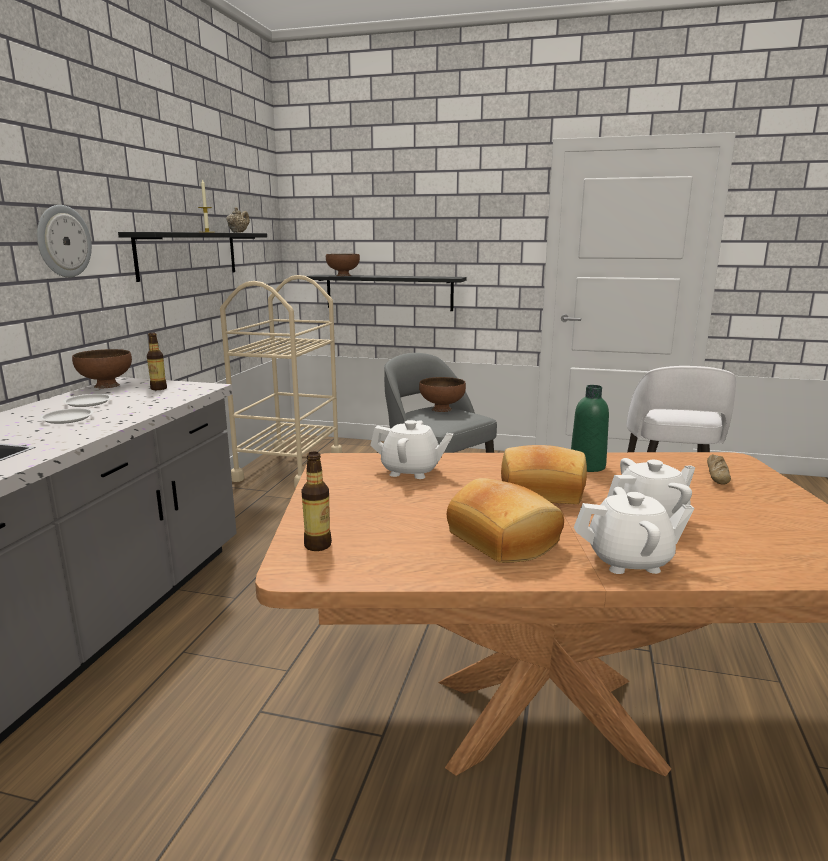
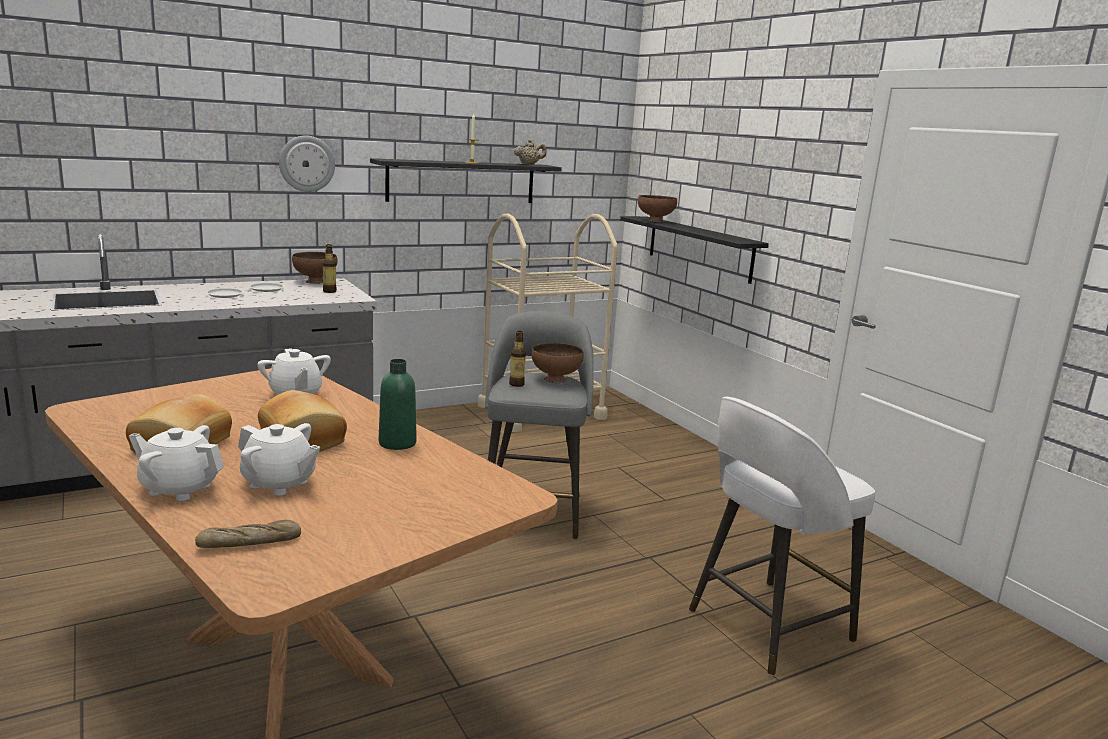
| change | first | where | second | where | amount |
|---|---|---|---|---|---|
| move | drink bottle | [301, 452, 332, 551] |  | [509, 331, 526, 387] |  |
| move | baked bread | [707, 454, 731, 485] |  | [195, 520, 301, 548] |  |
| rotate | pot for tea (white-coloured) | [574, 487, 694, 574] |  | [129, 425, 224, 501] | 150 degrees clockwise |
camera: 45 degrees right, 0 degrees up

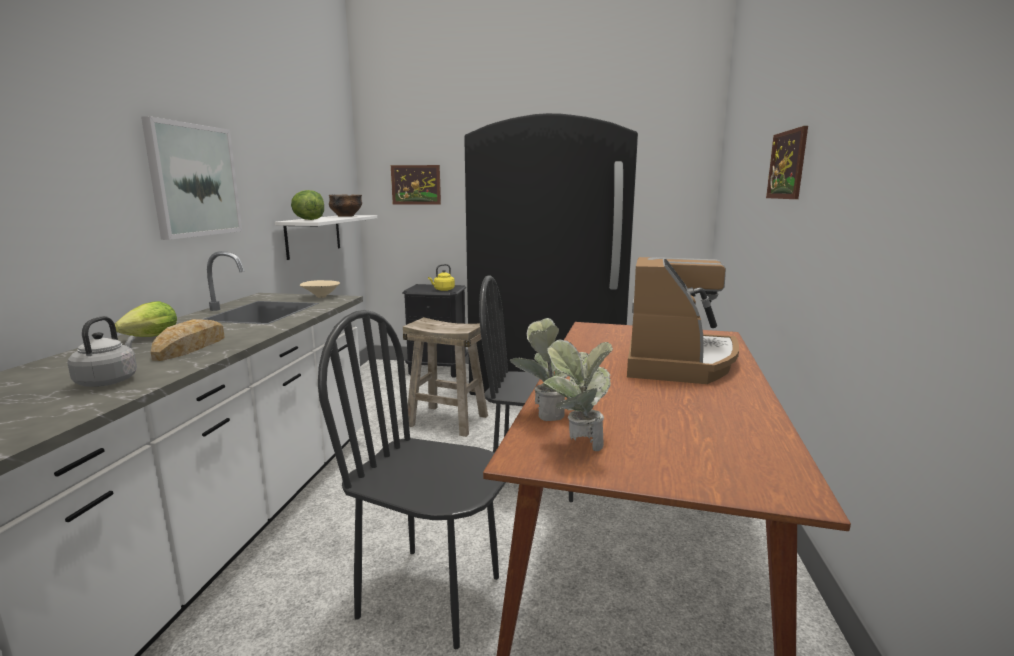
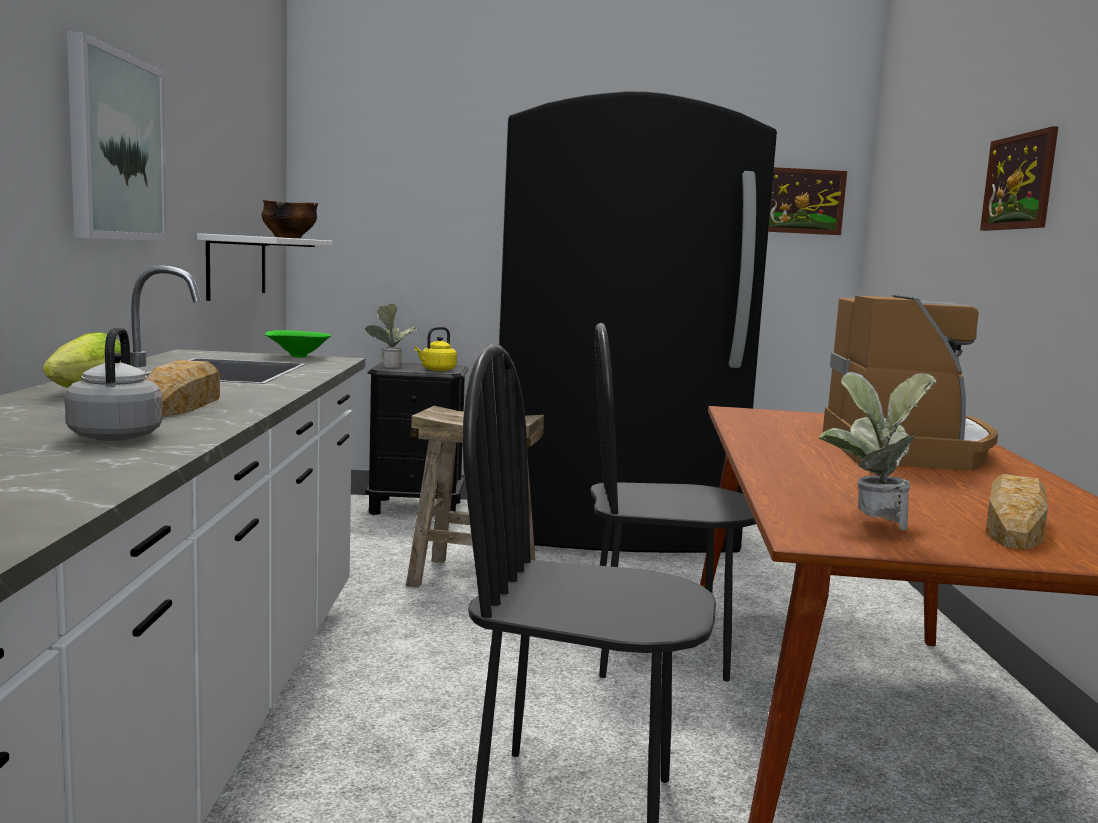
| change | first | where | second | where | amount |
|---|---|---|---|---|---|
| move | wall art | [391, 165, 441, 205] |  | [768, 167, 847, 235] |  |
| delete | lettuce head | [291, 190, 324, 220] |  |  |  |
| recolor | deep dish (beige) | [299, 280, 340, 298] | deep dish (greenish) | [265, 330, 331, 358] |  |
| move | houseplant | [509, 318, 589, 421] |  | [365, 304, 419, 368] |  |
| insert |  |  | baked bread | [985, 474, 1048, 550] |  |
camera: 10 degrees left, 5 degrees down

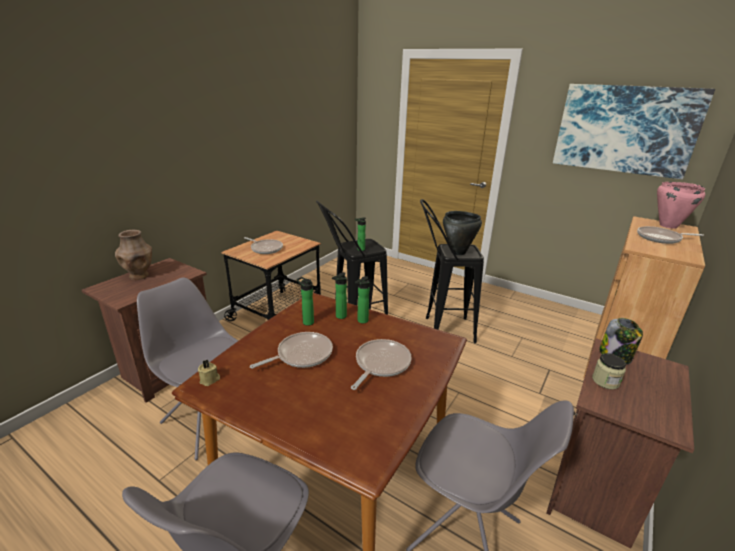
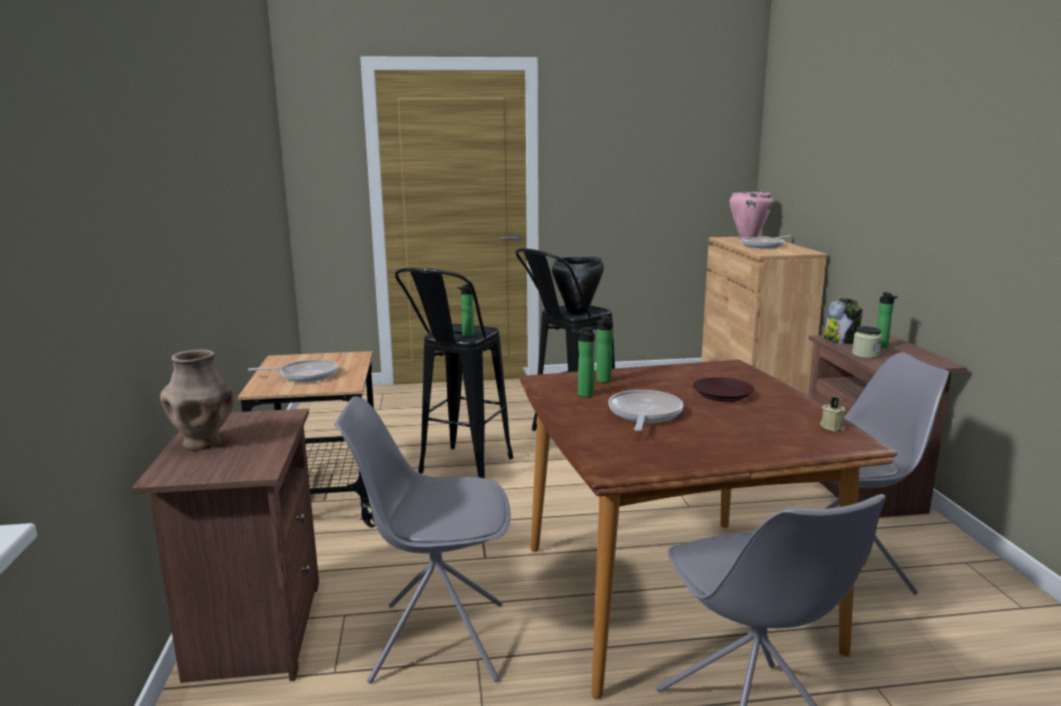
| change | first | where | second | where | amount |
|---|---|---|---|---|---|
| delete | wall art | [553, 84, 715, 179] |  |  |  |
| move | drink bottle | [355, 276, 370, 323] |  | [876, 292, 898, 348] |  |
| replace | frying pan | [351, 339, 412, 390] | dinner plate (brownish) | [693, 377, 755, 402] |  |
| move | wax light (beige) | [198, 360, 220, 386] |  | [820, 397, 845, 431] |  |
camera: 40 degrees left, 10 degrees down

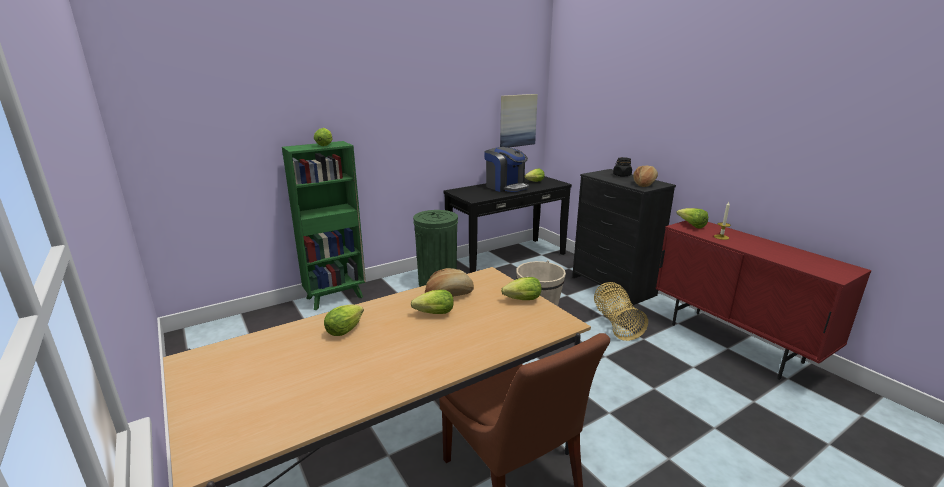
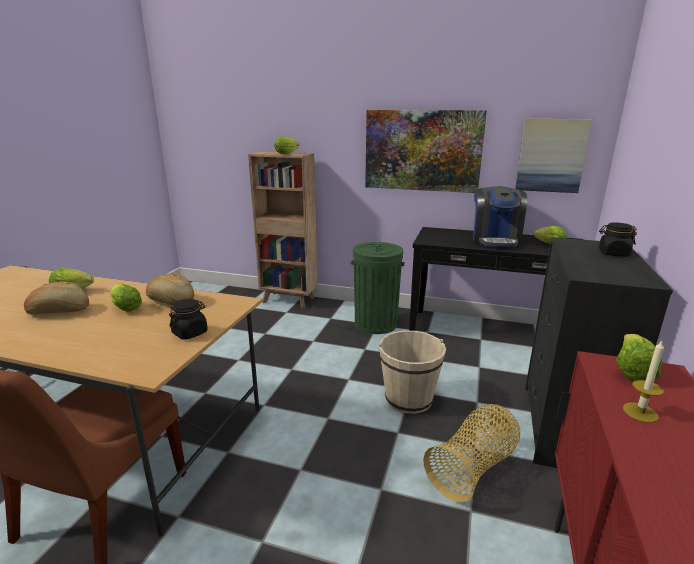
| change | first | where | second | where | amount |
|---|---|---|---|---|---|
| recolor | bookshelf (greenish) | [282, 141, 366, 310] | bookshelf (brownish) | [248, 152, 318, 309] |  |
| move | baked bread | [633, 165, 658, 187] |  | [24, 281, 89, 315] |  |
| replace | lettuce head | [501, 277, 541, 300] | preserve jar (blackish) | [169, 299, 208, 340] |  |
| insert |  |  | wall art | [365, 110, 487, 193] |  |
camera: 50 degrees right, 0 degrees up

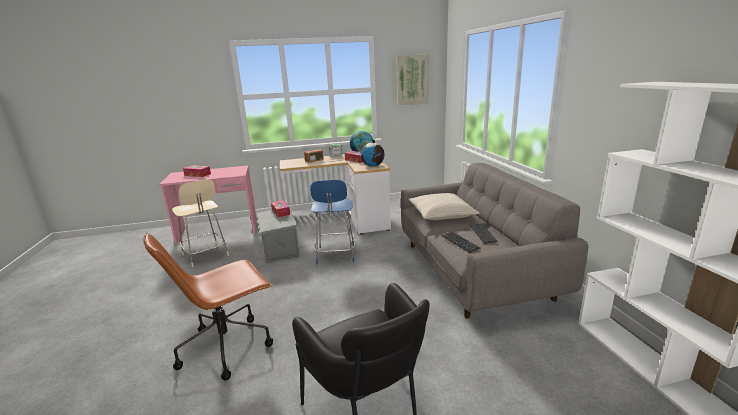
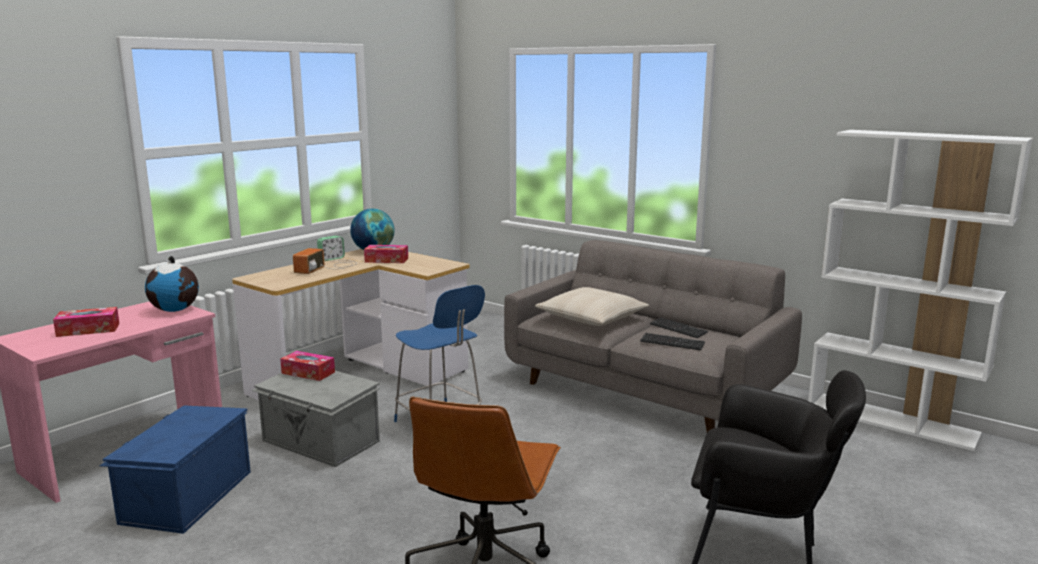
| change | first | where | second | where | amount |
|---|---|---|---|---|---|
| delete | wall art | [397, 54, 429, 106] |  |  |  |
| move | desk globe | [361, 139, 385, 167] |  | [145, 256, 199, 312] |  |
| replace | upright chair (beige) | [172, 179, 229, 267] | storage container (blue) | [100, 405, 251, 534] |  |
camera: 40 degrees left, 5 degrees down

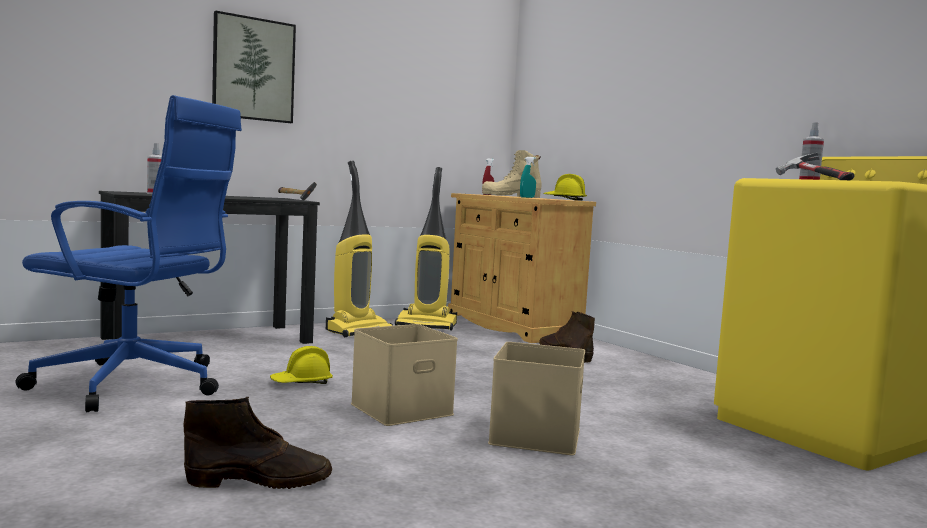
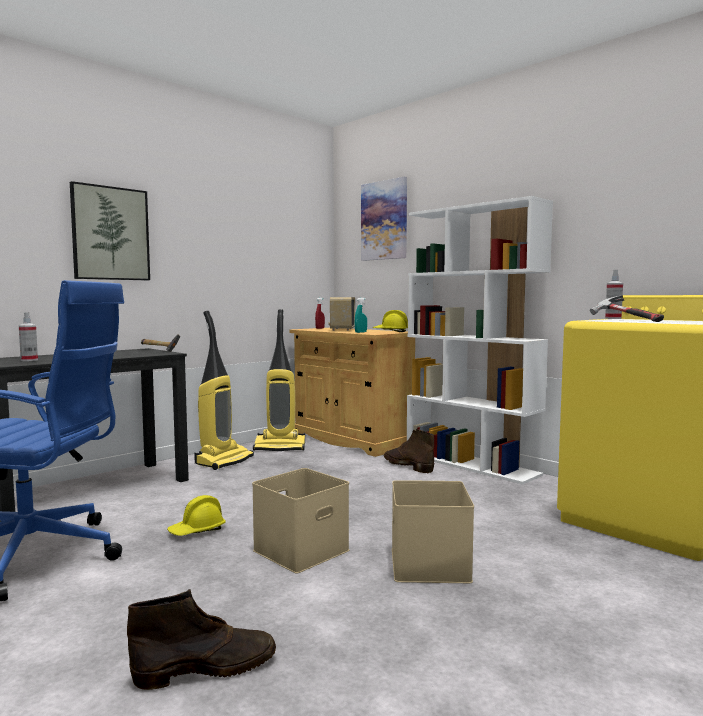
| change | first | where | second | where | amount |
|---|---|---|---|---|---|
| replace | high-top boot (beige) | [482, 150, 541, 198] | radio | [328, 297, 355, 331] |  |
| insert |  |  | wall art | [361, 177, 407, 261] |  |
| insert |  |  | bookshelf (white-coloured) | [407, 196, 553, 485] |  |
camera: 10 degrees left, 0 degrees up

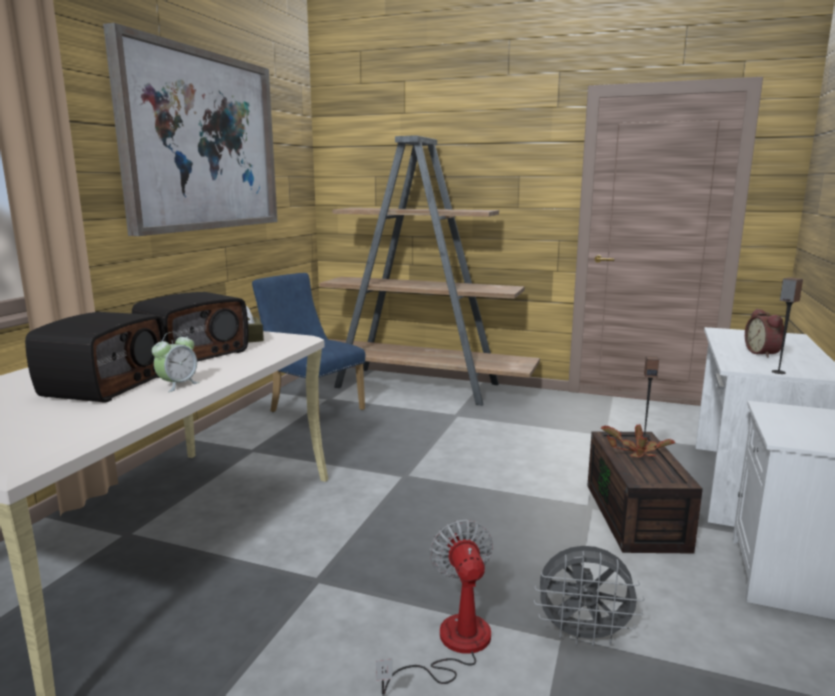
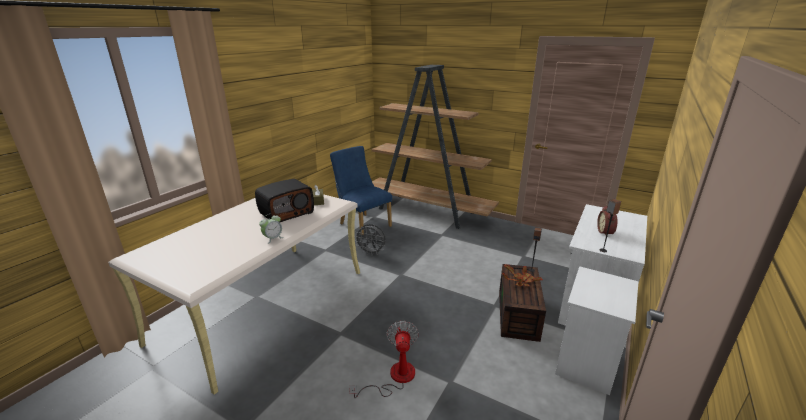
| change | first | where | second | where | amount |
|---|---|---|---|---|---|
| delete | wall art | [103, 23, 277, 236] |  |  |  |
| delete | radio | [25, 312, 166, 403] |  |  |  |
| move | fan (gray) | [534, 546, 644, 647] |  | [355, 224, 386, 255] |  |
camera: 10 degrees right, 10 degrees up

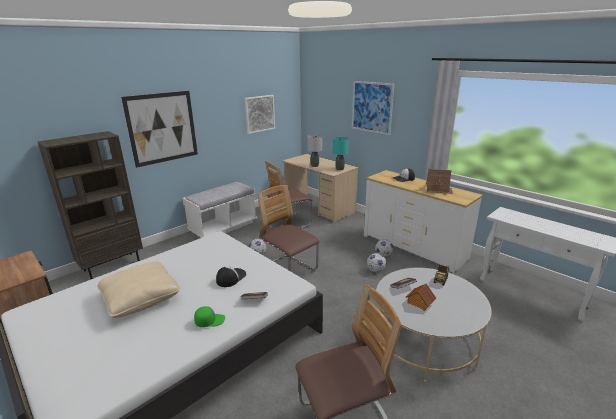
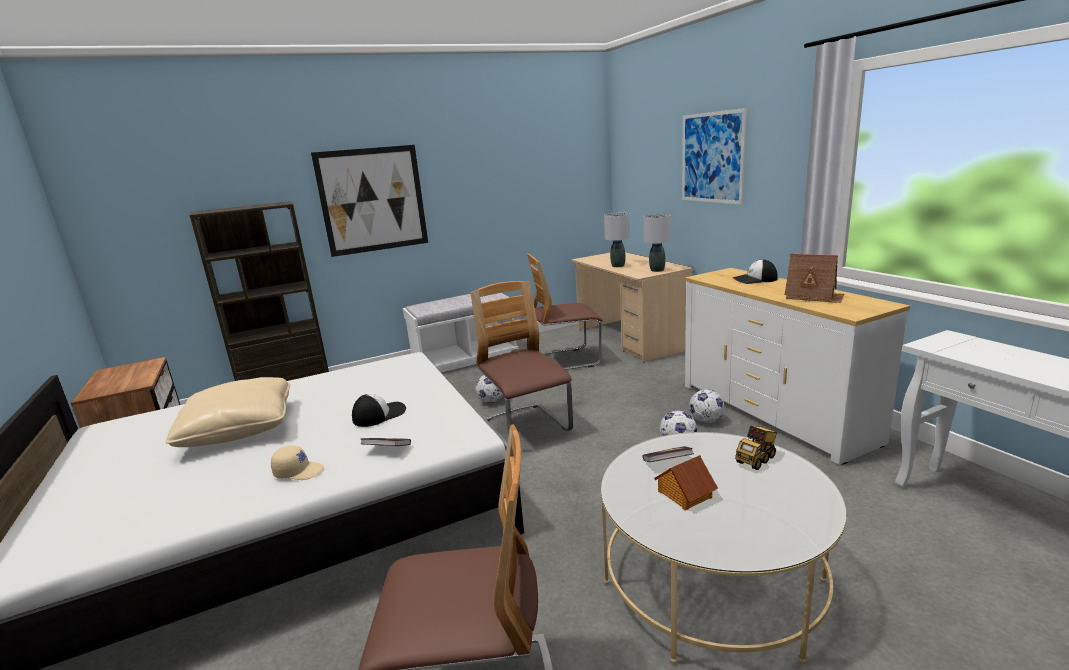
| change | first | where | second | where | amount |
|---|---|---|---|---|---|
| delete | wall art | [245, 95, 275, 134] |  |  |  |
| recolor | tabletop lamp (blue-green) | [333, 137, 348, 170] | tabletop lamp (gray) | [643, 214, 671, 272] |  |
| recolor | cap (greenish) | [194, 306, 225, 327] | cap (beige) | [271, 446, 324, 480] |  |
camera: 20 degrees right, 5 degrees down

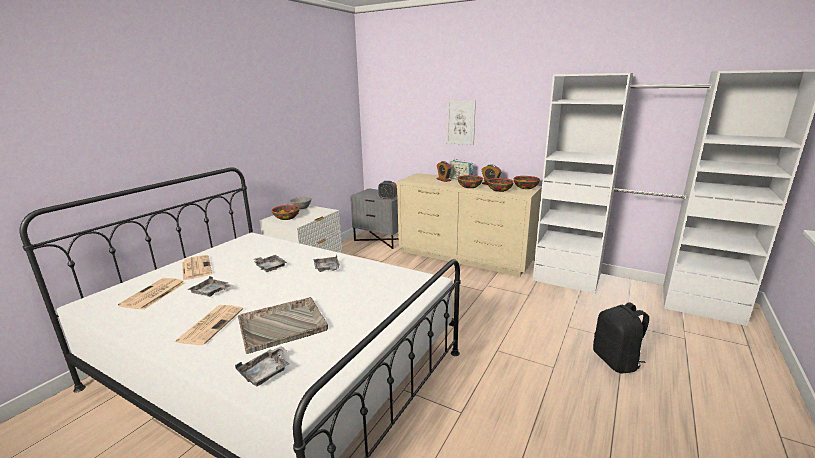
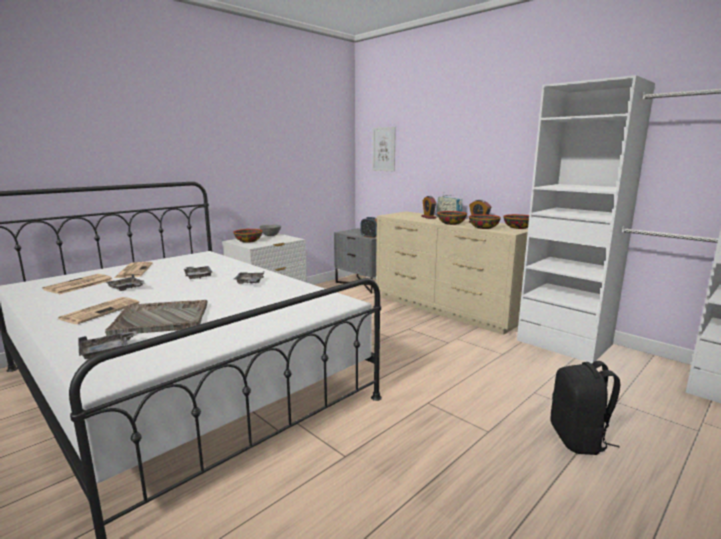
| change | first | where | second | where | amount |
|---|---|---|---|---|---|
| move | wall art | [447, 100, 476, 145] |  | [372, 127, 396, 171] |  |
camera: 15 degrees right, 5 degrees down

